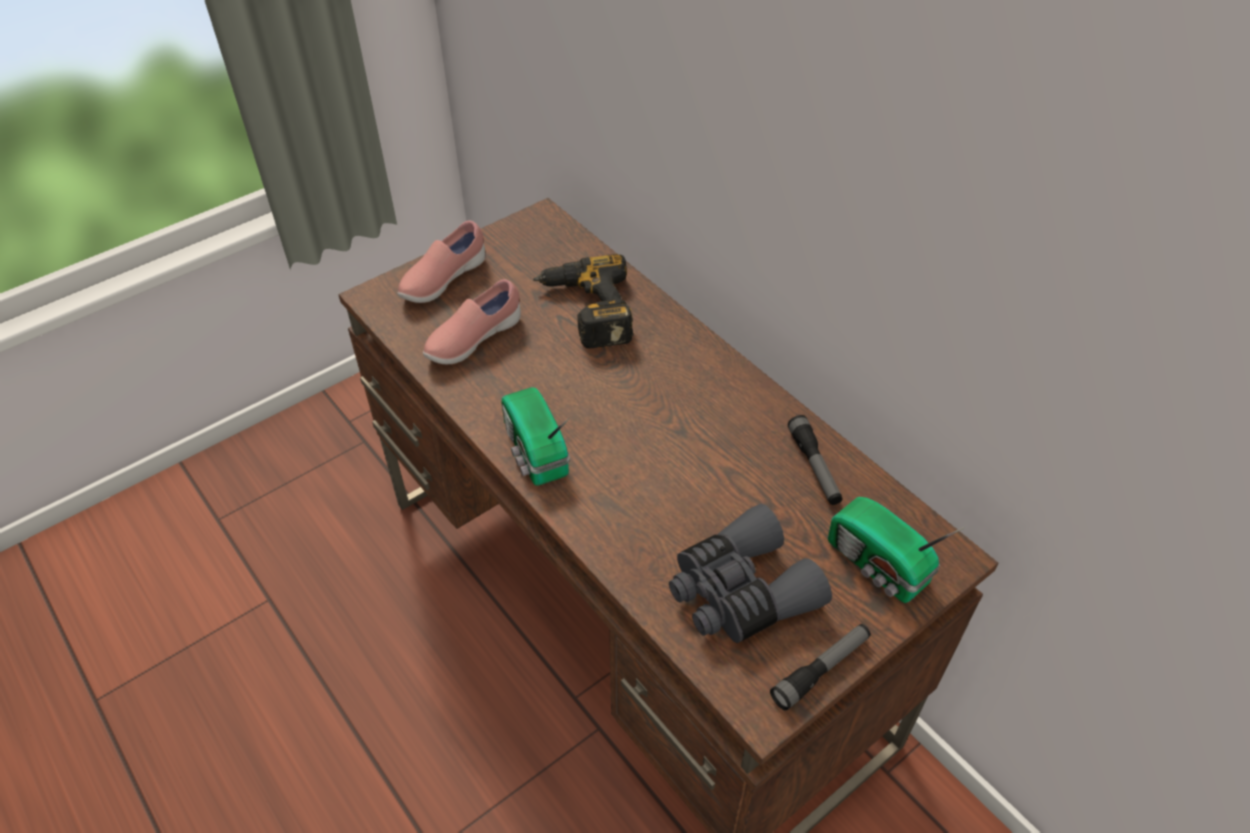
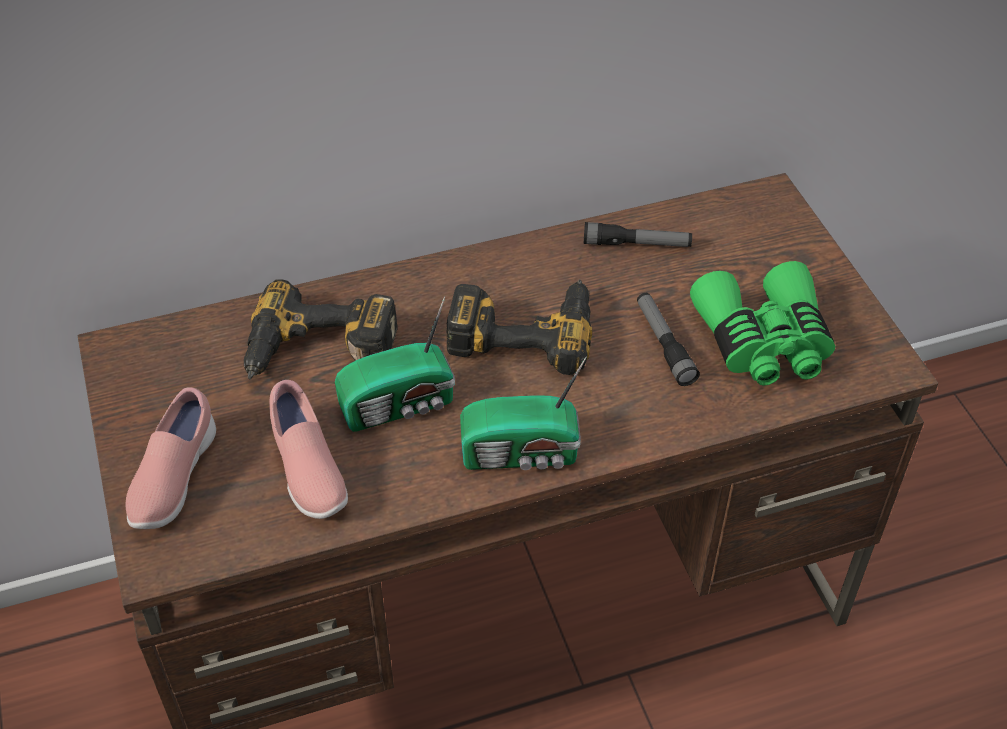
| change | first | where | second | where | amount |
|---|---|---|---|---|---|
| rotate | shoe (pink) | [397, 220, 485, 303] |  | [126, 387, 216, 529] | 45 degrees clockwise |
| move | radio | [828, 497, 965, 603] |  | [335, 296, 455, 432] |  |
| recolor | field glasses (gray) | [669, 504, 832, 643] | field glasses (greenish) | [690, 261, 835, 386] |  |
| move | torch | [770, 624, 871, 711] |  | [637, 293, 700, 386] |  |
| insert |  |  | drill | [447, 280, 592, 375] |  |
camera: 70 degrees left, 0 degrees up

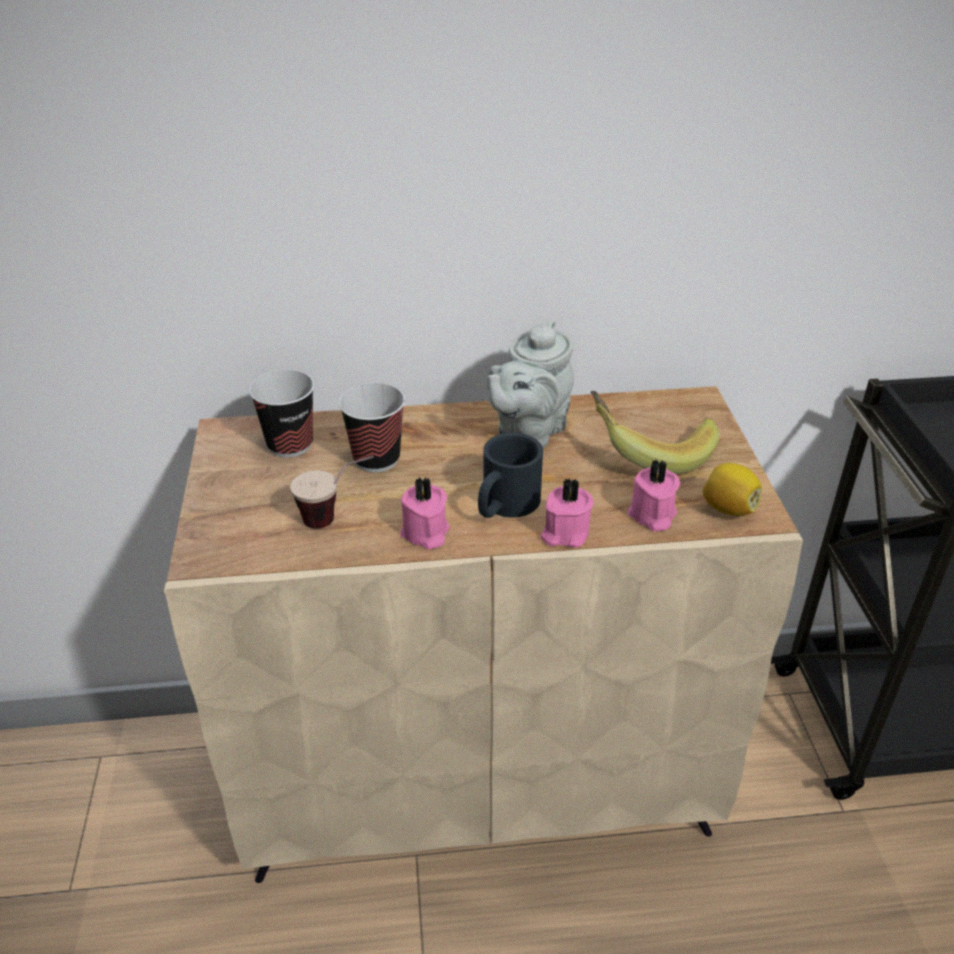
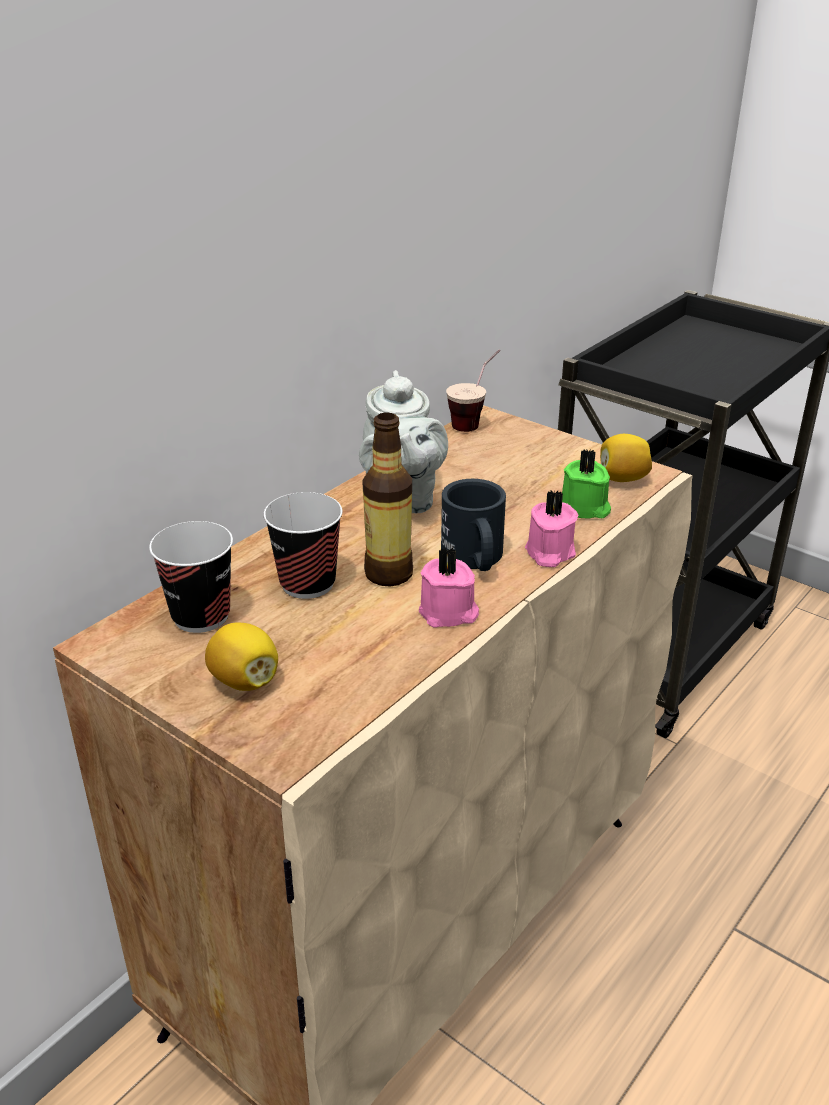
| change | first | where | second | where | amount |
|---|---|---|---|---|---|
| delete | whole banana | [591, 391, 720, 474] |  |  |  |
| move | drinking cup | [290, 455, 374, 529] |  | [446, 350, 500, 432] |  |
| recolor | wax light (pink) | [628, 460, 680, 531] | wax light (greenish) | [562, 449, 611, 518] |  |
| insert |  |  | drink bottle | [362, 412, 413, 586] |  |
| insert |  |  | lemon | [205, 622, 278, 691] |  |
camera: 45 degrees left, 5 degrees down

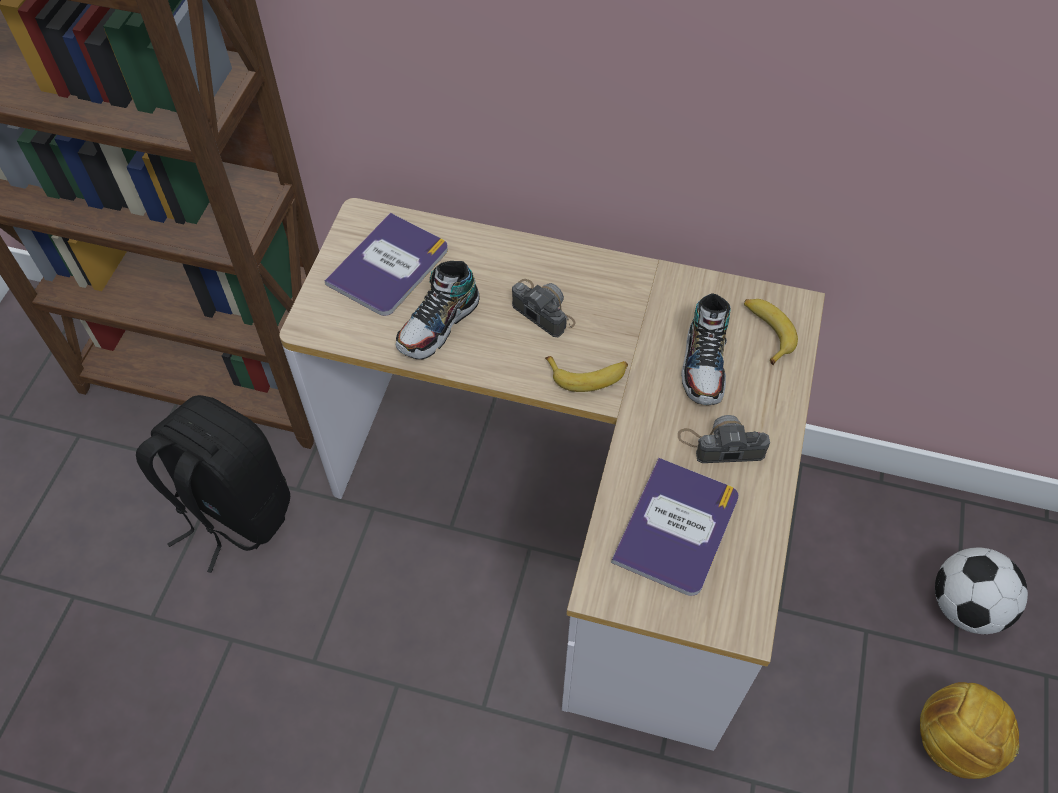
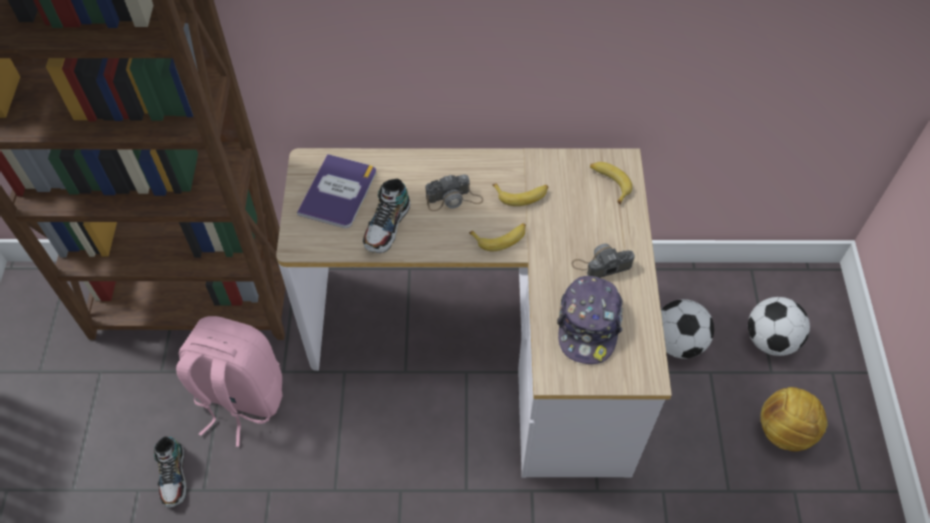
| change | first | where | second | where | amount |
|---|---|---|---|---|---|
| rotate | still camera | [512, 279, 575, 338] |  | [426, 174, 484, 211] | 135 degrees clockwise |
| move | shoe | [681, 293, 731, 405] |  | [154, 437, 187, 508] |  |
| recolor | backpack (blackish) | [136, 395, 290, 573] | backpack (pink) | [176, 316, 283, 447] |  |
| replace | book | [611, 458, 738, 596] | cap | [557, 276, 623, 364] |  |
| insert |  |  | whole banana | [493, 183, 548, 206] |  |
| insert |  |  | ball for football | [661, 299, 714, 359] |  |
camera: 15 degrees left, 0 degrees up

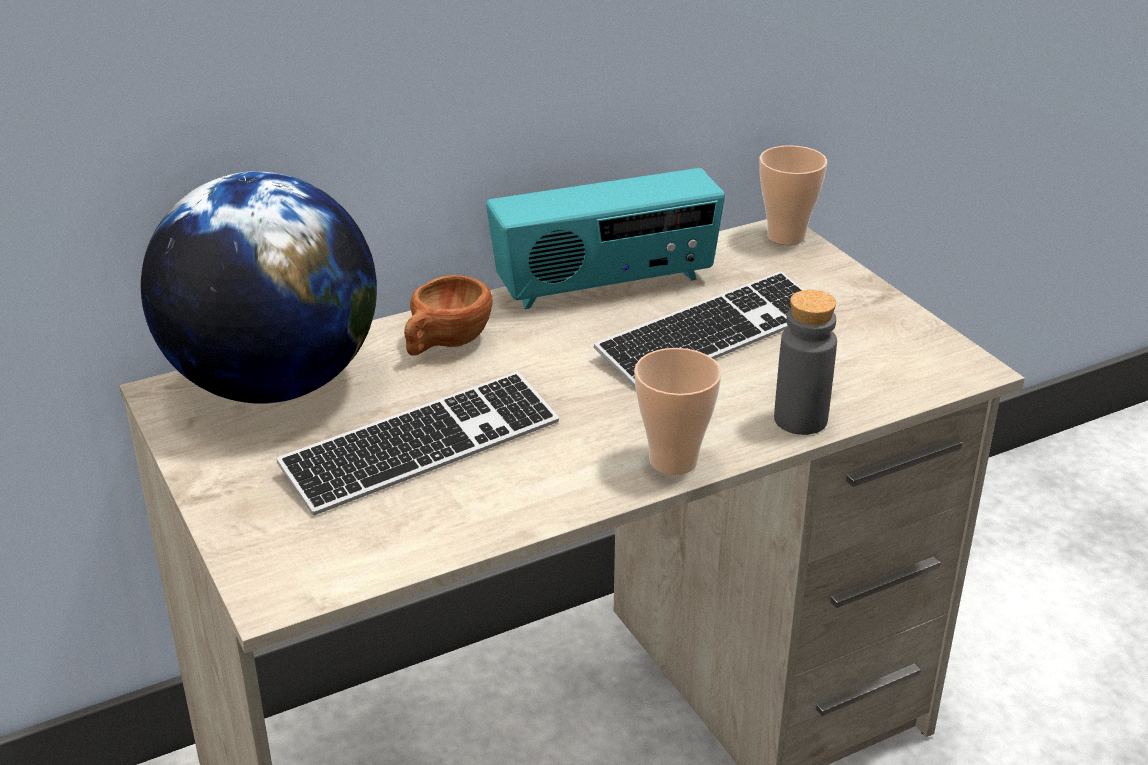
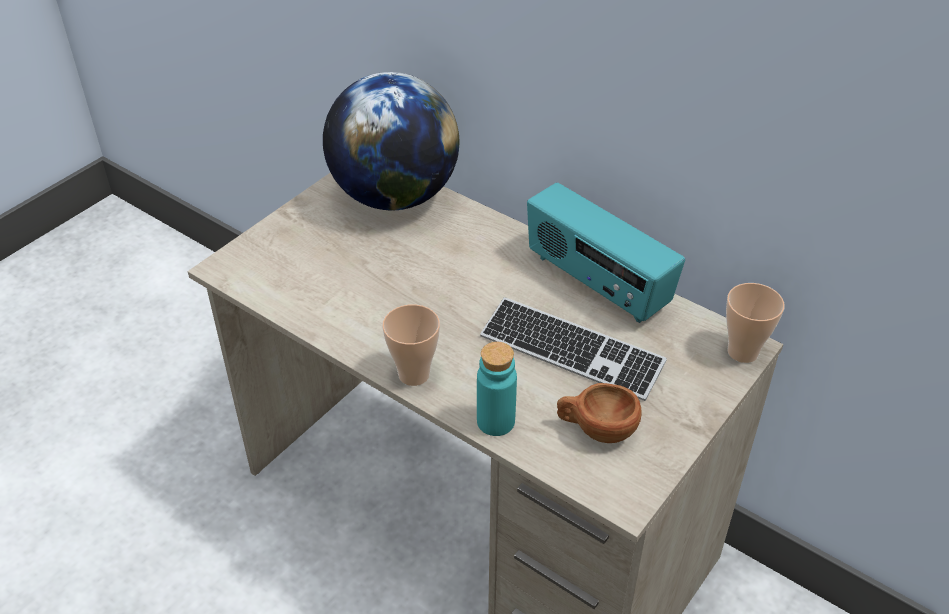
| change | first | where | second | where | amount |
|---|---|---|---|---|---|
| move | drinking cup (brownish) | [404, 275, 493, 356] |  | [557, 383, 642, 443] |  |
| recolor | drink bottle (gray) | [774, 290, 837, 435] | drink bottle (blue-green) | [477, 342, 517, 436] |  |
| delete | keyboard | [277, 372, 559, 515] |  |  |  |
camera: 65 degrees right, 10 degrees up

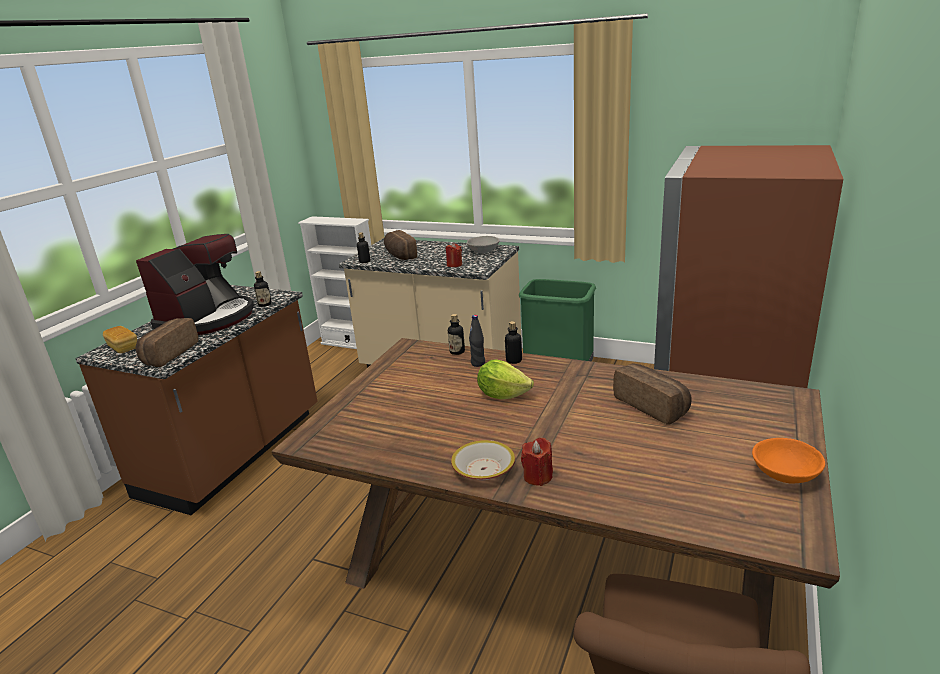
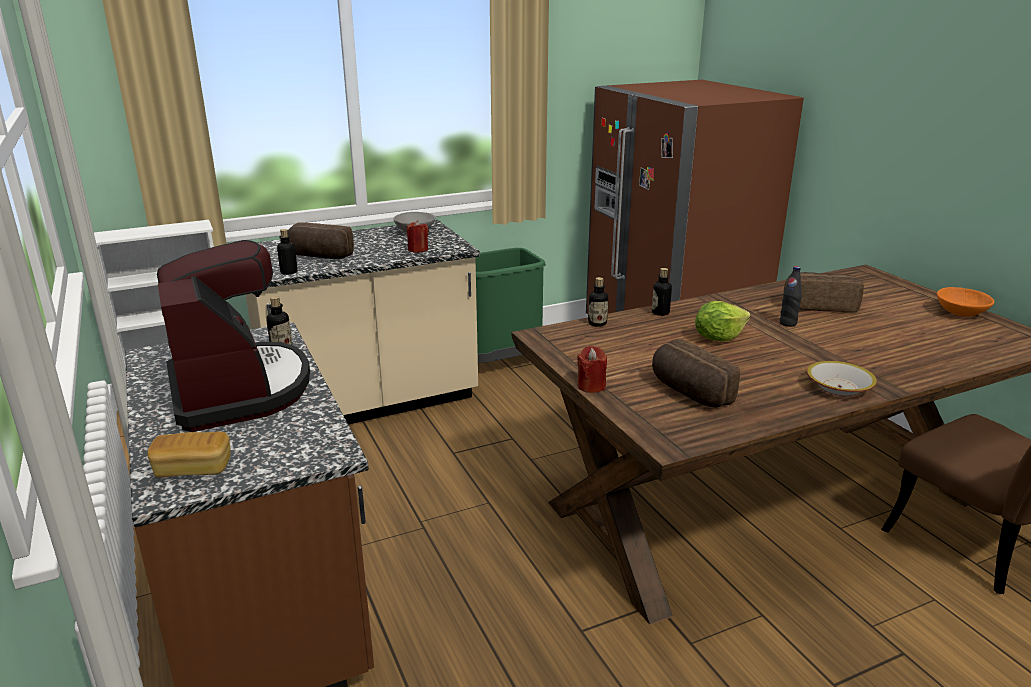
| change | first | where | second | where | amount |
|---|---|---|---|---|---|
| move | drink bottle (blackish) | [469, 315, 485, 367] |  | [780, 266, 802, 327] |  |
| move | baked bread | [136, 318, 198, 367] |  | [652, 339, 740, 408] |  |
| move | wax light (red-coloured) | [521, 437, 553, 486] |  | [577, 346, 607, 393] |  |
camera: 50 degrees left, 0 degrees up

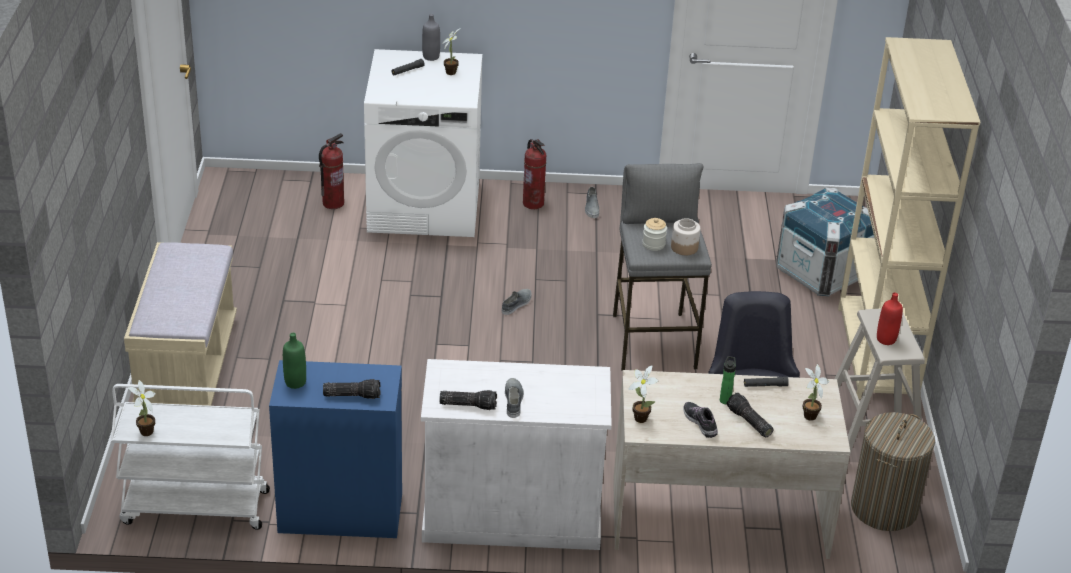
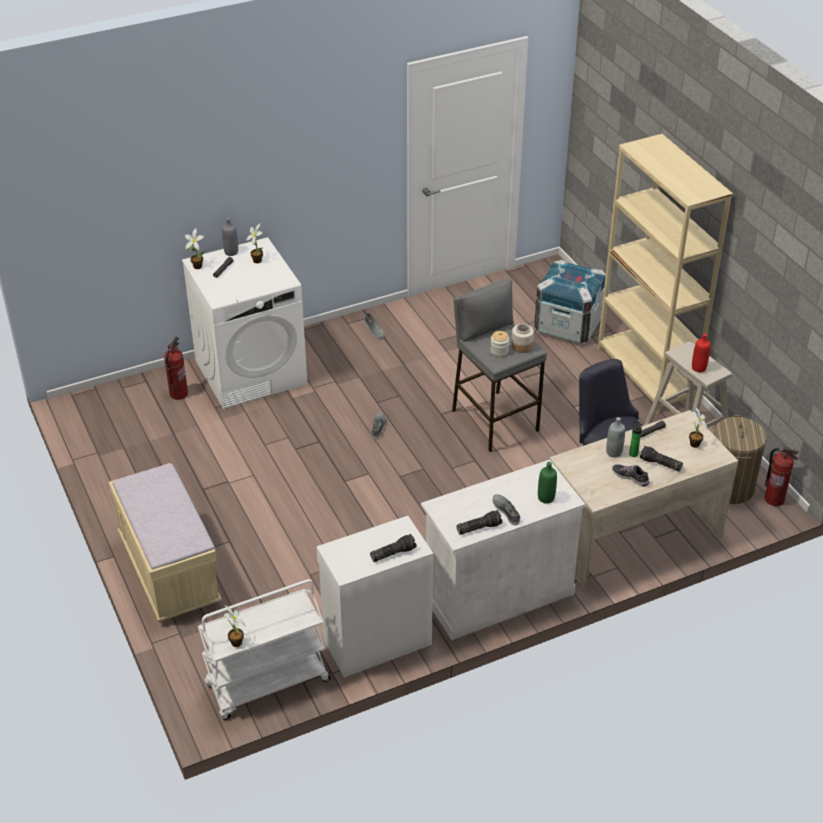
| change | first | where | second | where | amount |
|---|---|---|---|---|---|
| move | fire extinguisher | [523, 139, 546, 209] |  | [764, 447, 799, 506] |  |
| move | drink bottle (greenish) | [283, 333, 306, 389] |  | [538, 462, 557, 504] |  |
| recolor | cupboard (blue) | [269, 360, 402, 538] | cupboard (white-coloured) | [316, 516, 433, 677] |  |
| move | houseplant | [628, 365, 659, 423] |  | [185, 228, 205, 269] |  |
| insert |  |  | drink bottle (gray) | [606, 417, 625, 458] |  |
camera: 25 degrees left, 5 degrees up

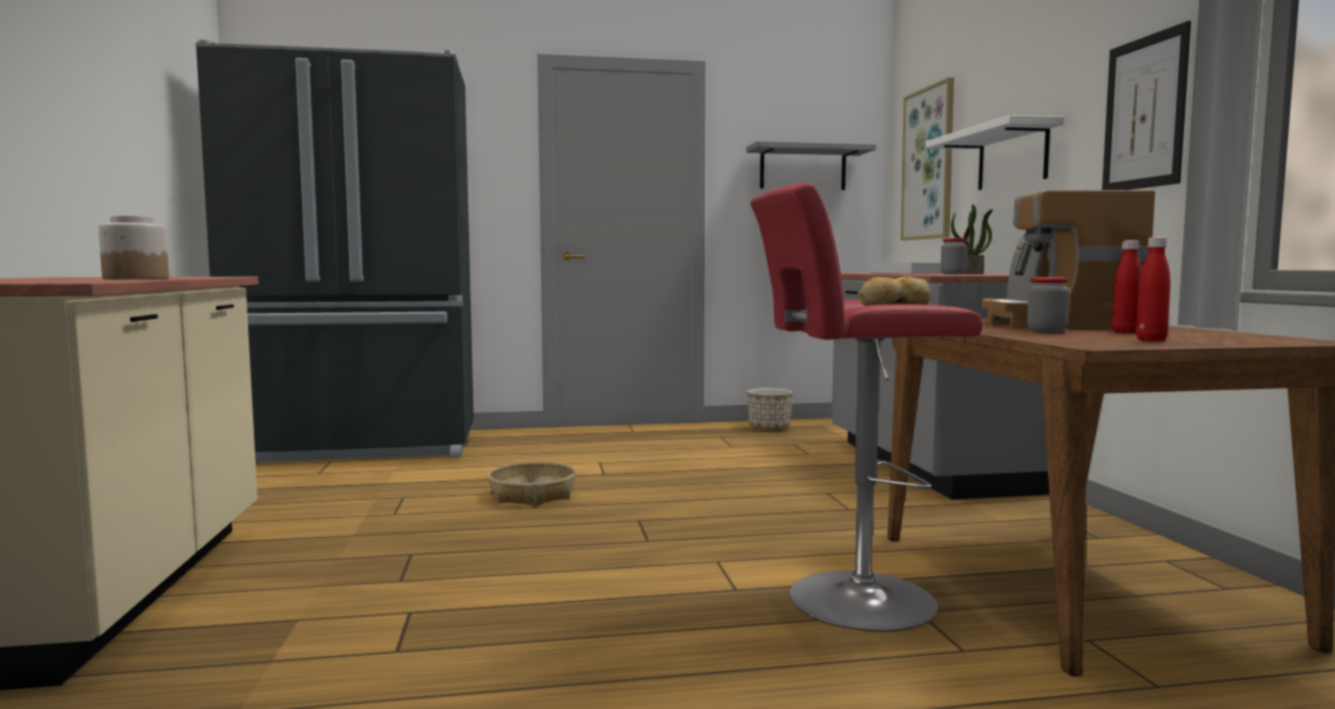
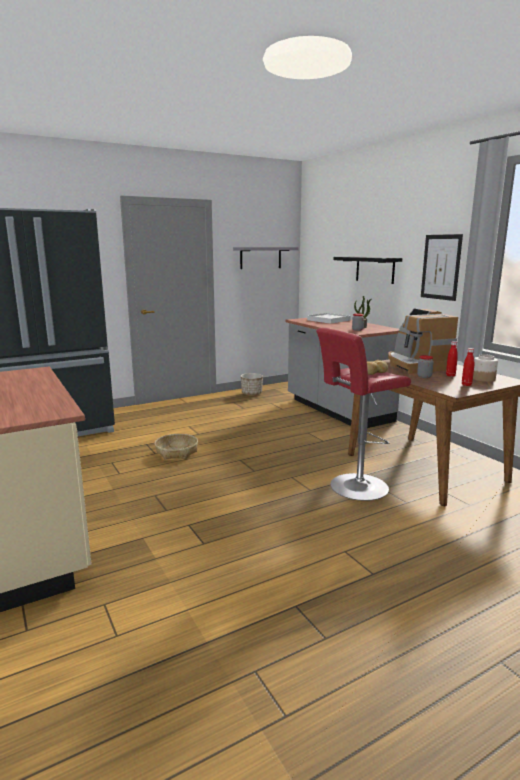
| change | first | where | second | where | amount |
|---|---|---|---|---|---|
| delete | wall art | [901, 77, 954, 240] |  |  |  |
| recolor | shelf (white-coloured) | [926, 115, 1064, 190] | shelf (blackish) | [333, 257, 402, 284] |  |
| move | preserve jar | [98, 215, 169, 279] |  | [473, 354, 498, 382] |  |
camera: 20 degrees left, 10 degrees up

